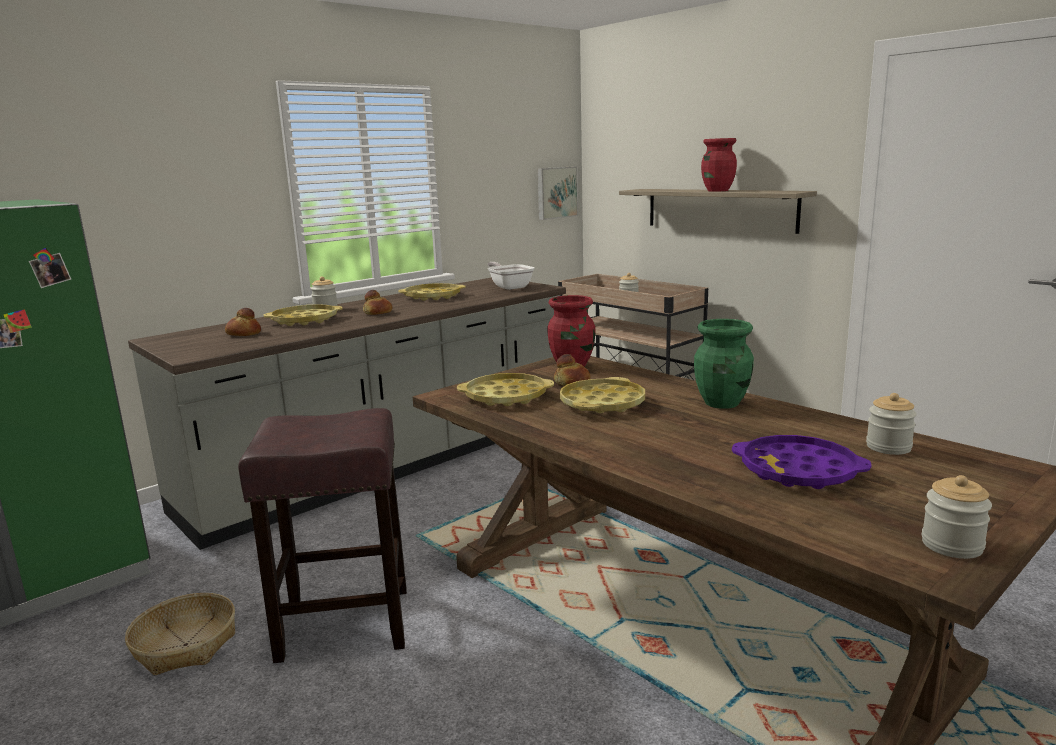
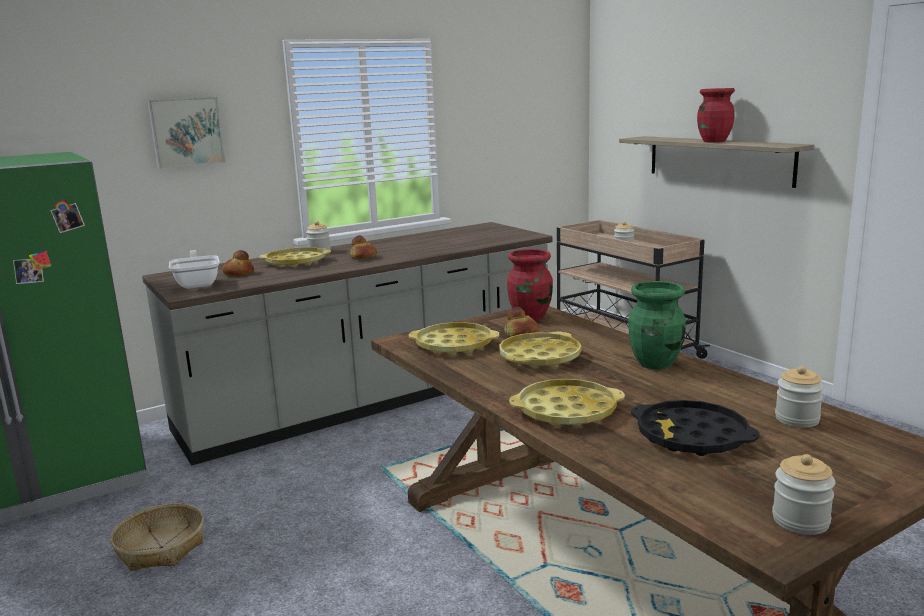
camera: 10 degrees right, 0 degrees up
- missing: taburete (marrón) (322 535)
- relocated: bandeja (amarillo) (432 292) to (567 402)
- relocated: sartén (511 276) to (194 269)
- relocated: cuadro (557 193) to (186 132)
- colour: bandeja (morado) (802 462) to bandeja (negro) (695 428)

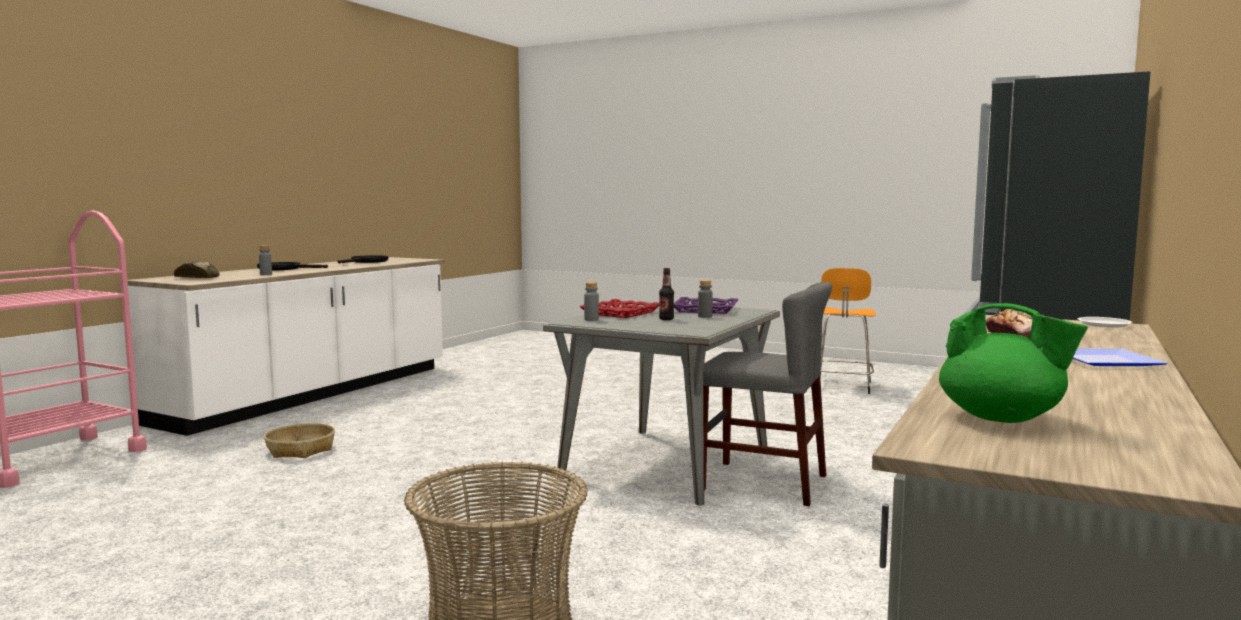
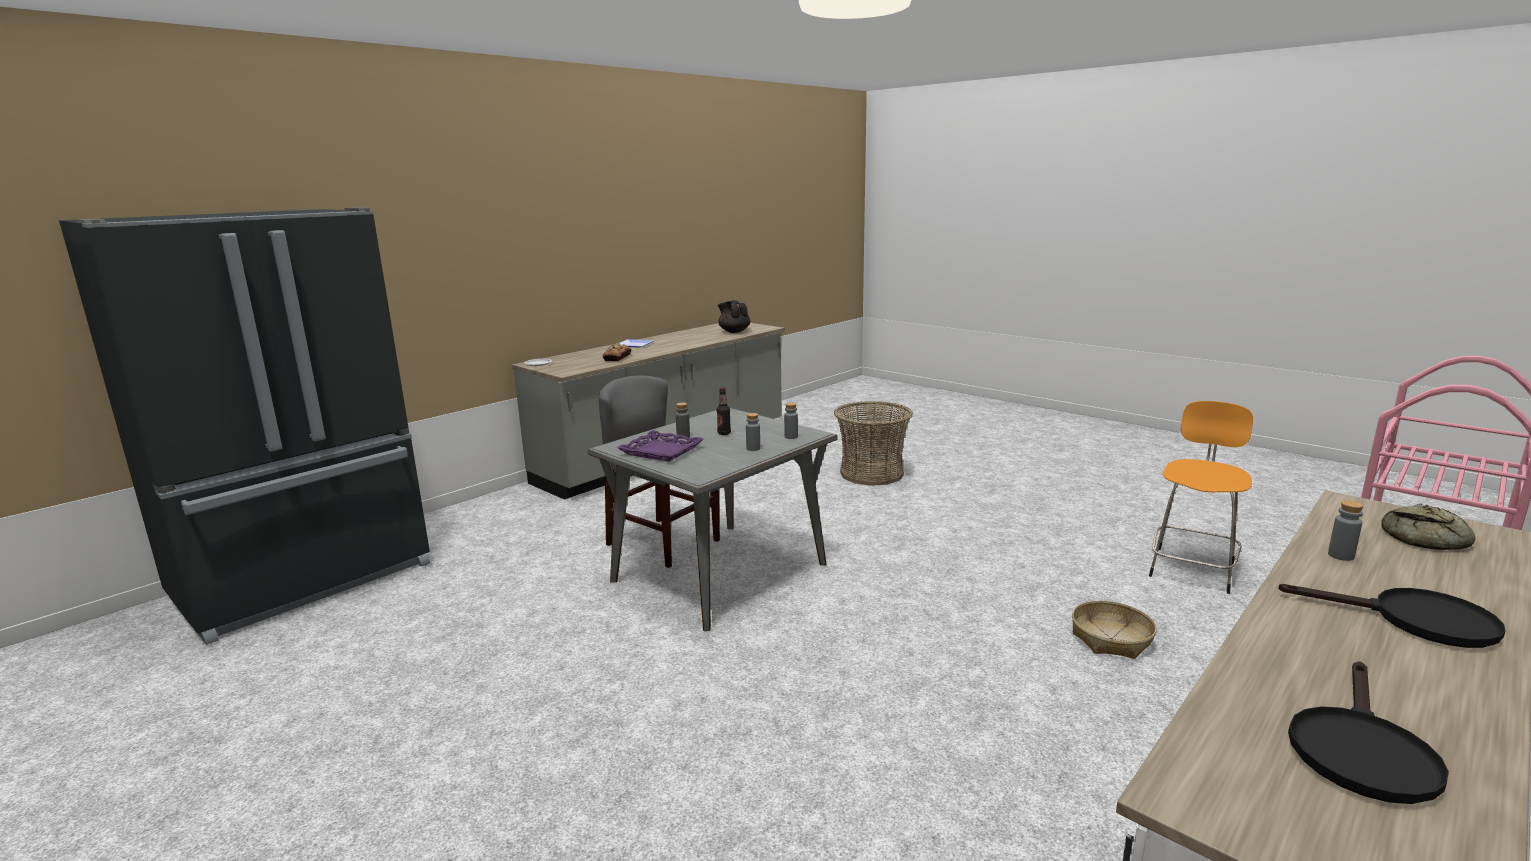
camera: 165 degrees left, 10 degrees up
- relocated: taburete (naranja) (848 331) to (1201 497)
- exchanged: bandeja (rojo) (619 308) to botella (gris) (753 432)
- colour: tetera (verde) (1013 363) to tetera (negro) (734 316)

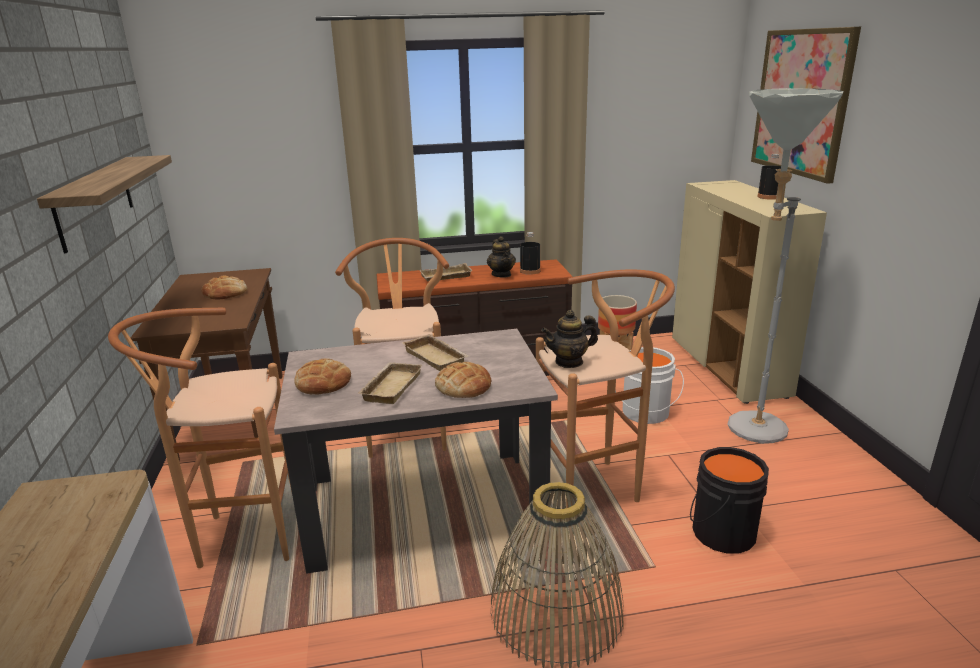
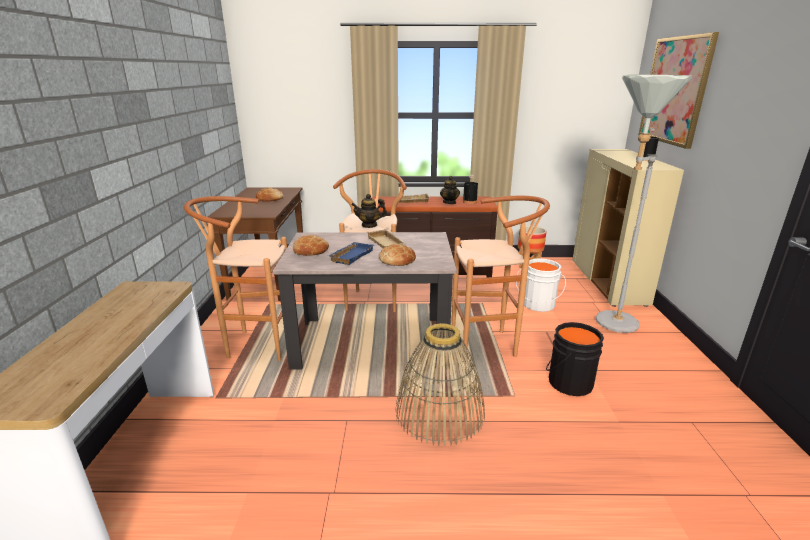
camera: 10 degrees right, 0 degrees up
- missing: estante (104 204)
- relocated: tetera (569 339) to (369 211)
- colour: bandeja (beis) (389 383) to bandeja (azul) (351 253)

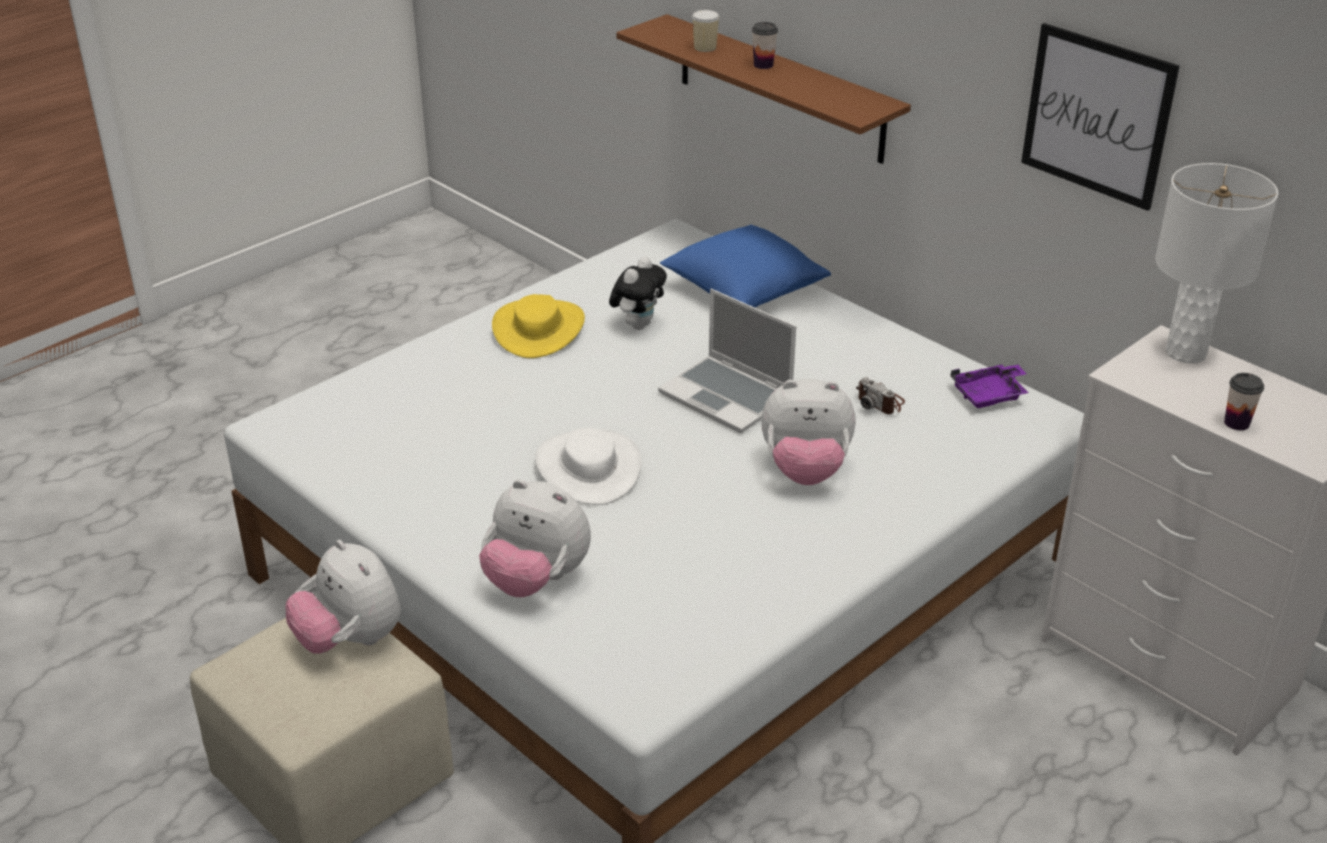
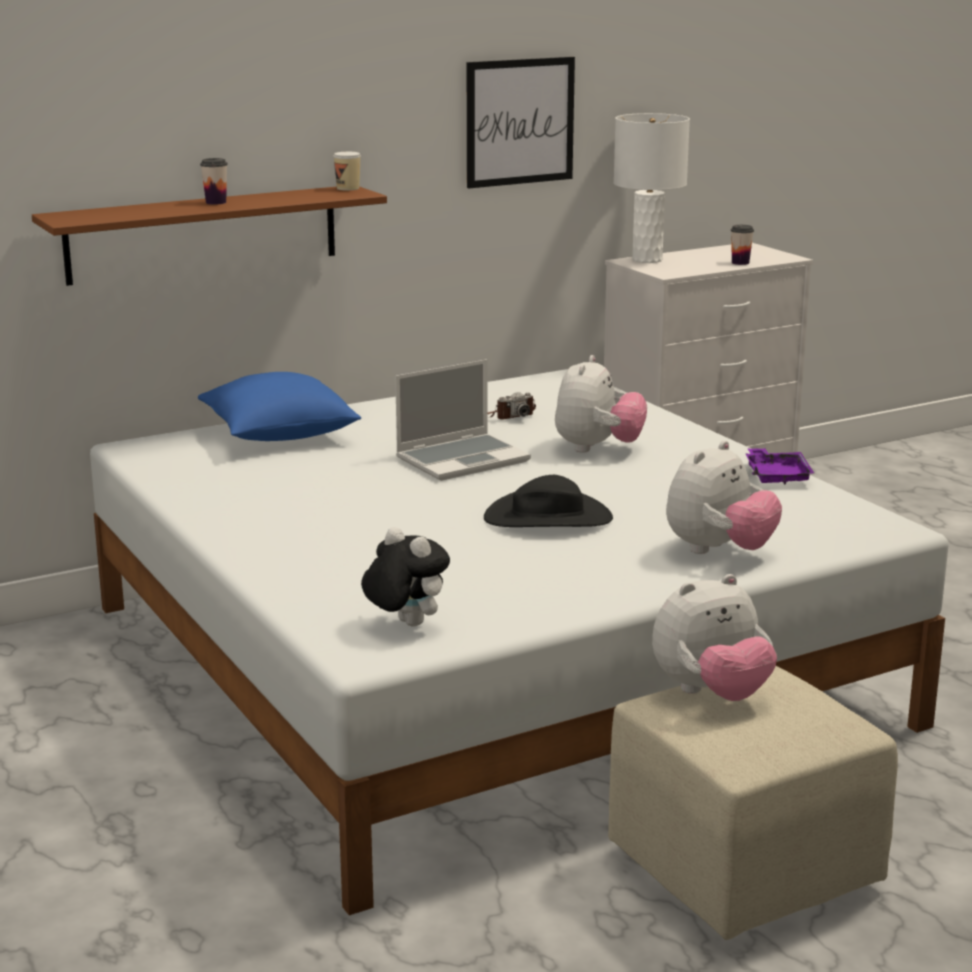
camera: 75 degrees left, 15 degrees down
- missing: sombrero (amarillo) (538 326)
- relocated: peluche (638 293) to (405 577)
- relocated: taza (705 31) to (347 171)
- relocated: bandeja (morado) (989 386) to (780 466)
- colour: sombrero (blanco) (588 466) to sombrero (negro) (548 501)

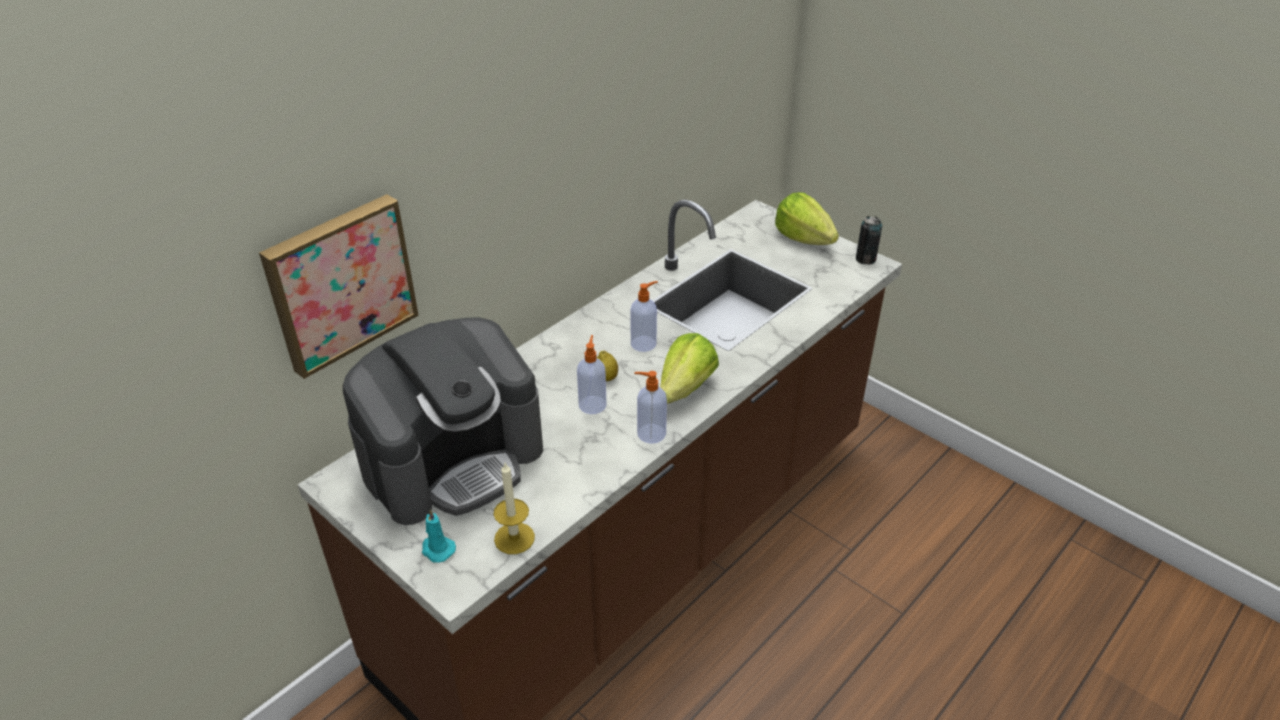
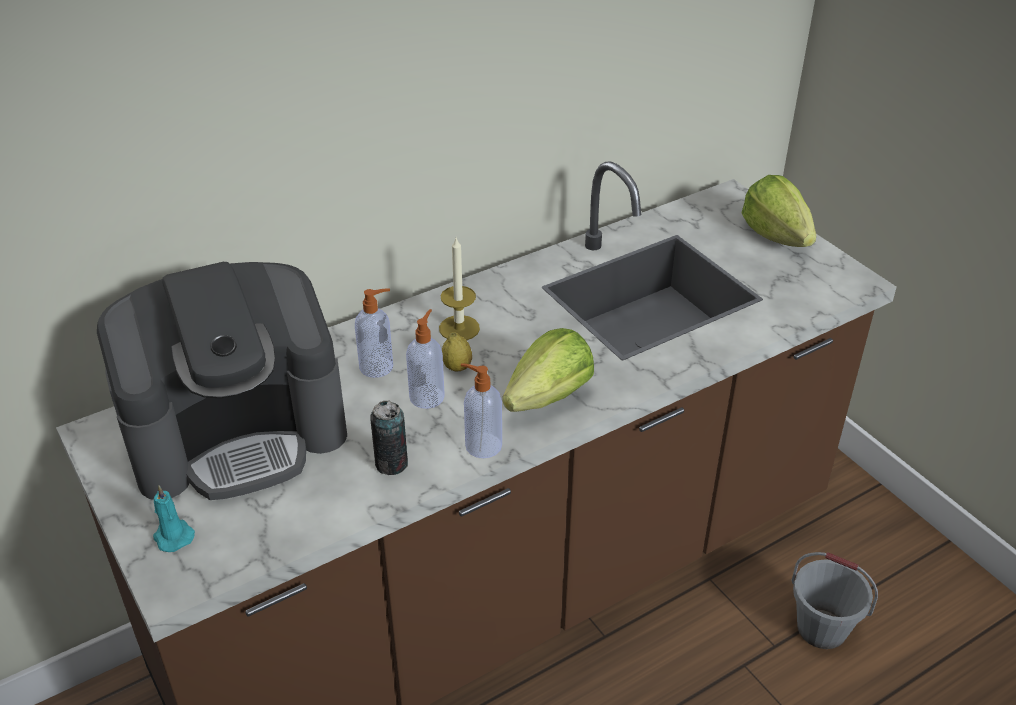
camera: 15 degrees right, 0 degrees up
- missing: cuadro (339 286)
- appeared: cubo (gris) (834 600)
- relocated: vela (514 508) to (459 289)
- relocated: dispensador de jabón (644 316) to (374 333)
- relocated: lata (869 240) to (389 437)

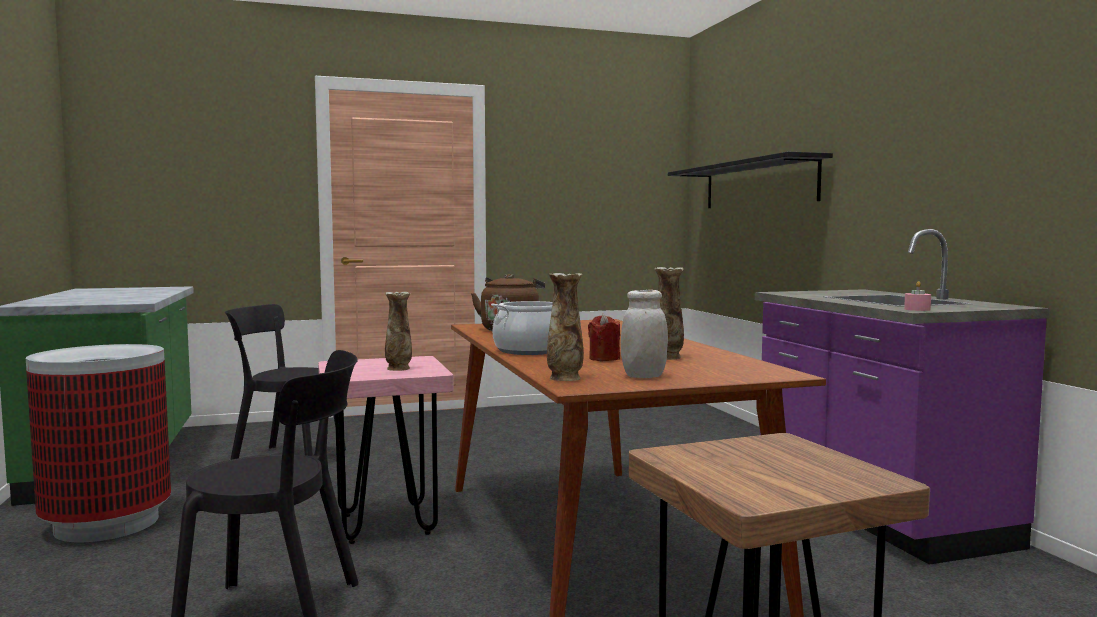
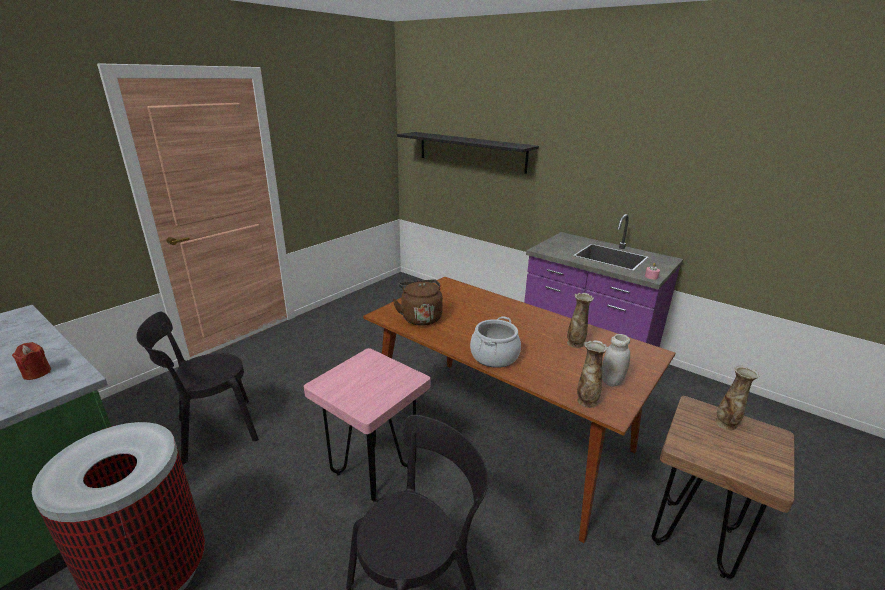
camera: 35 degrees left, 20 degrees up
- relocated: florero (398 331) to (737 397)
- relocated: vela (rojo) (604 337) to (31 361)

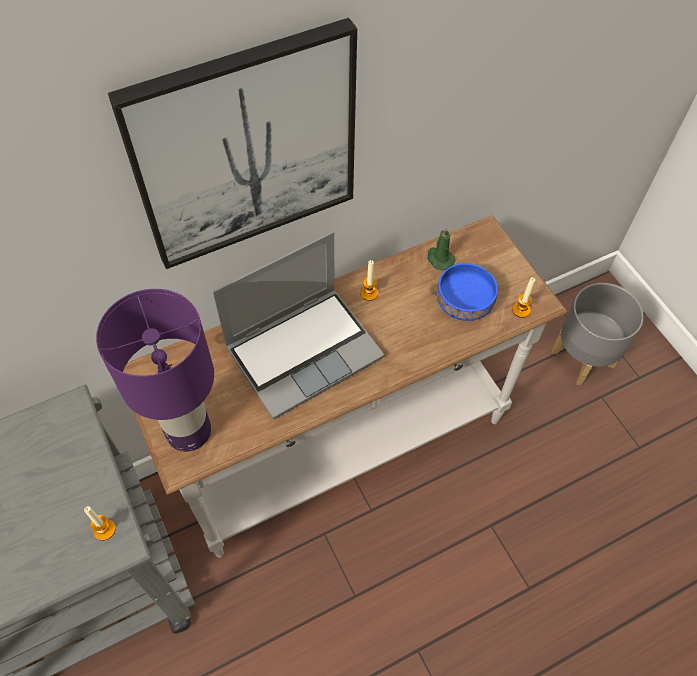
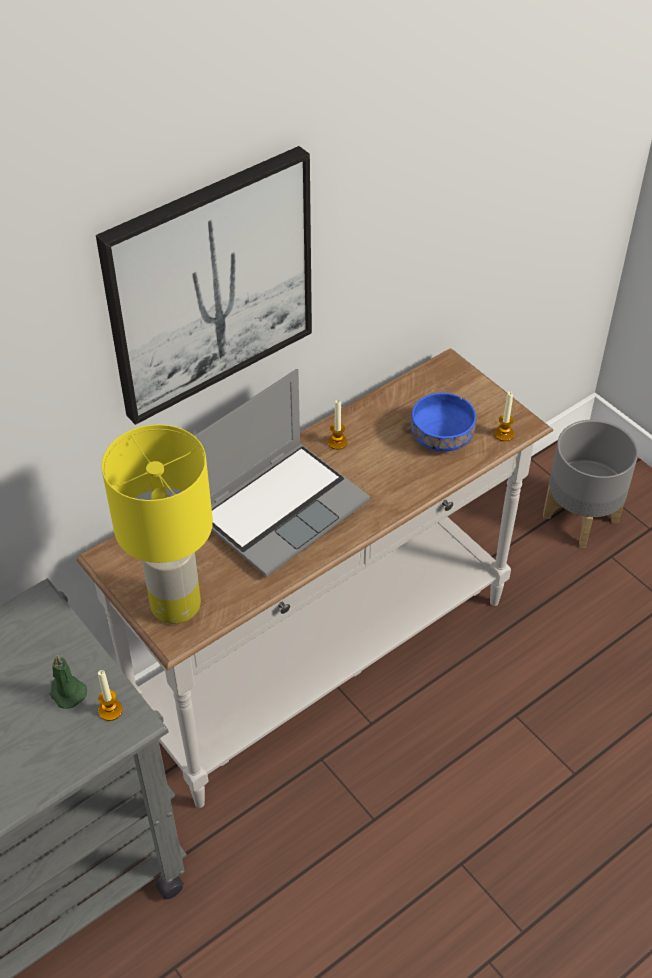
camera: 10 degrees left, 10 degrees down
- relocated: vela (verde) (441 248) to (68 682)
- colour: lámpara de mesa (morado) (155 370) to lámpara de mesa (amarillo) (157 524)

